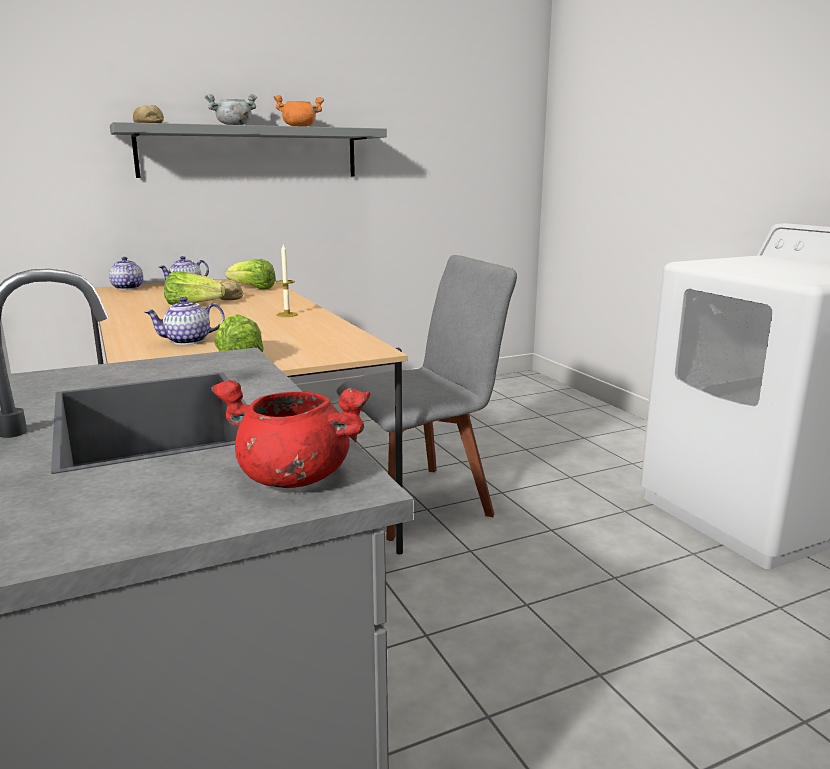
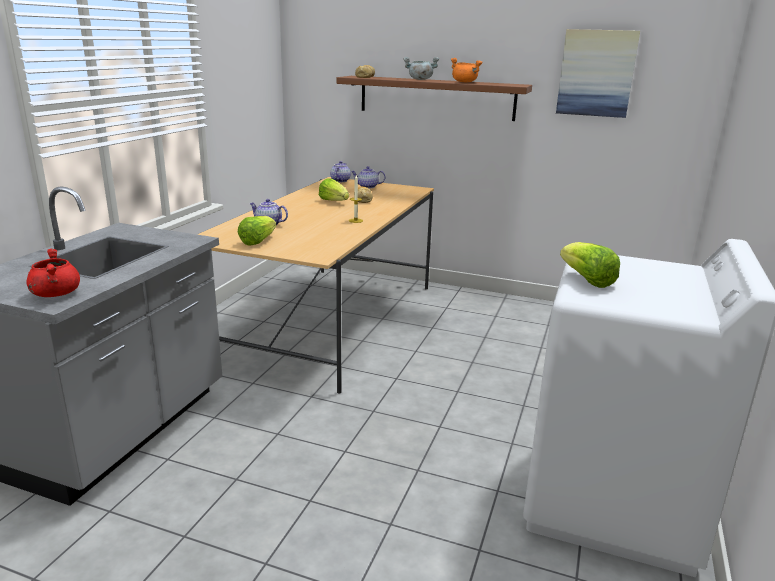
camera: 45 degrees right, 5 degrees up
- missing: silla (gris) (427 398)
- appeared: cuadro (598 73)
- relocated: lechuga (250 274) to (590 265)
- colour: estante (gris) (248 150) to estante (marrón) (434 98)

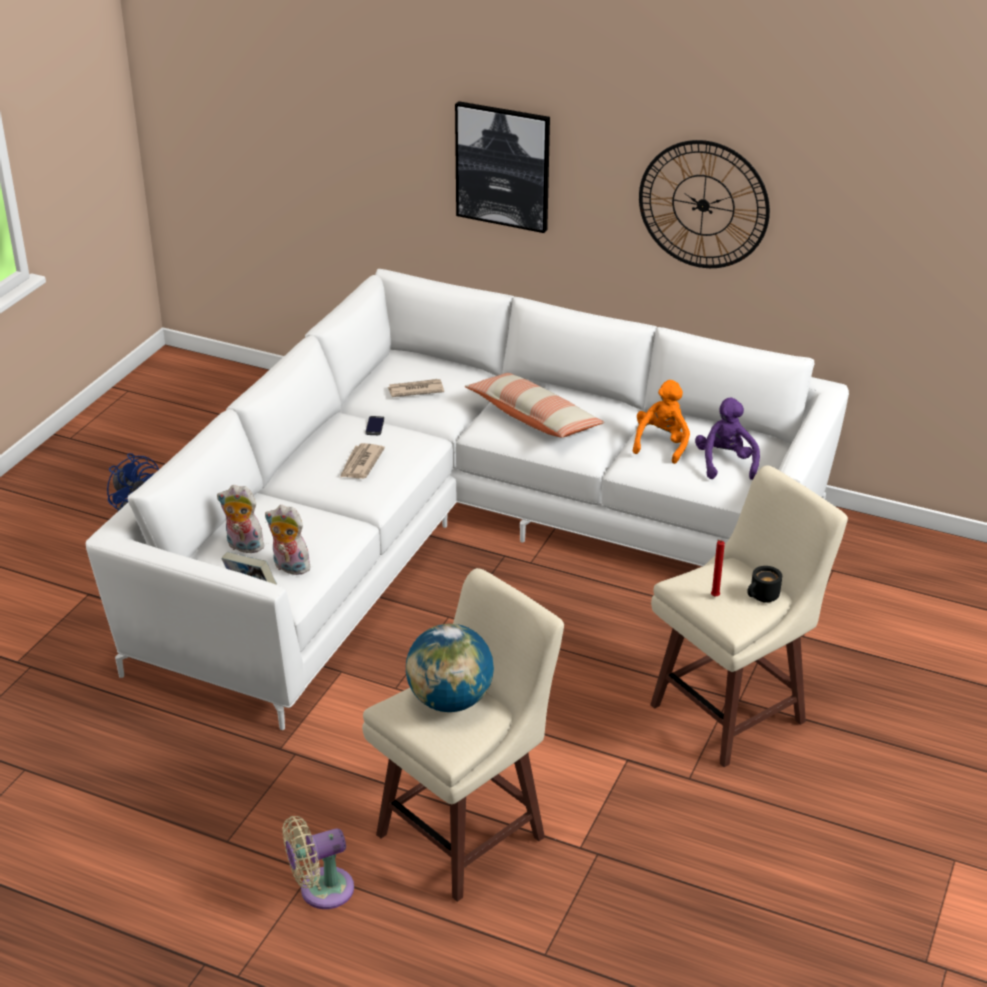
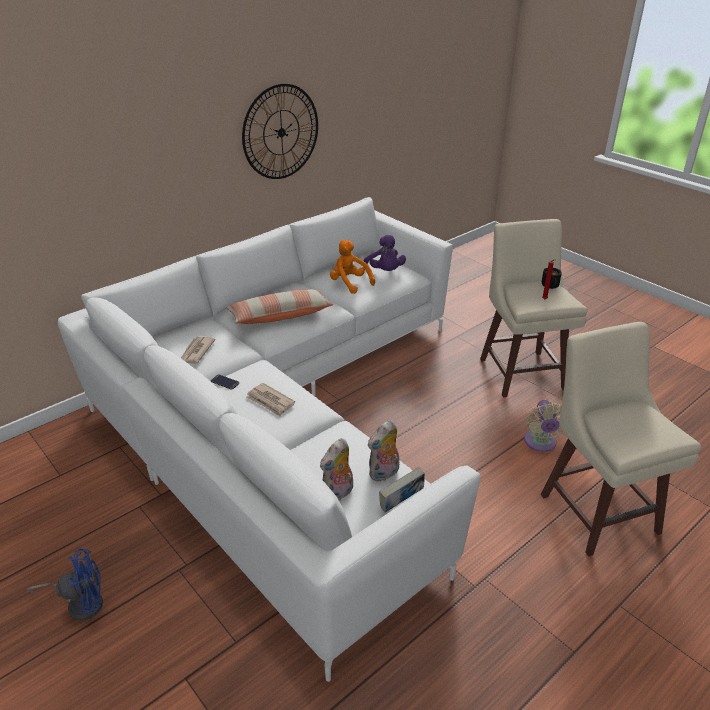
camera: 65 degrees left, 0 degrees up
- missing: globo terráqueo (450 668)
- missing: cuadro (502 167)
- relocated: ventilador (beis) (318 862) to (544 426)
- spun: peluche (morado) (727 439) = (385 253) 135 degrees counterclockwise

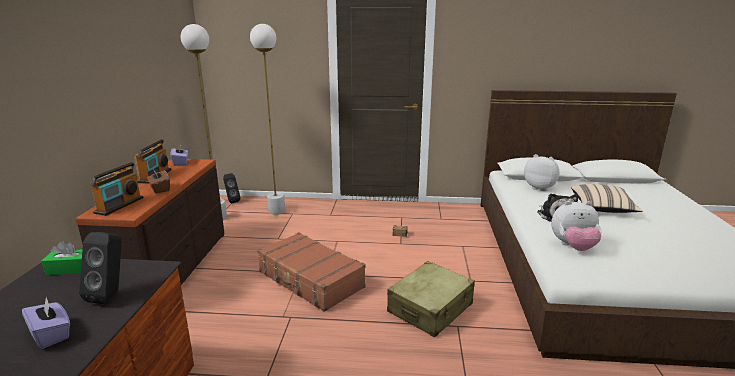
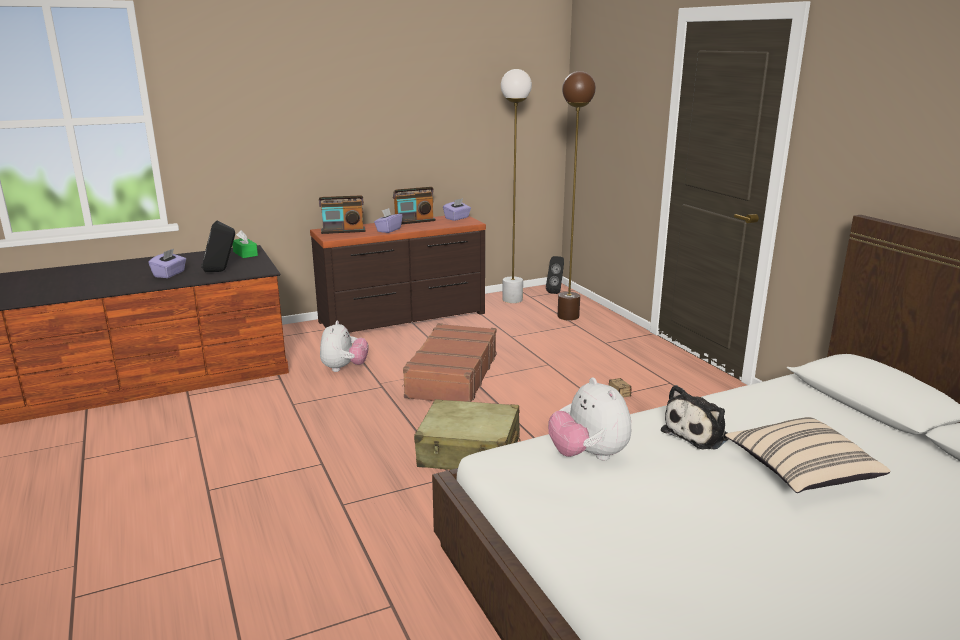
camera: 60 degrees right, 0 degrees up
- relocated: peluche (542 172) to (344 346)
- colour: caja de pañuelos (marrón) (158 181) to caja de pañuelos (morado) (388 220)
- colour: lámpara de pie (blanco) (267 119) to lámpara de pie (marrón) (576 196)

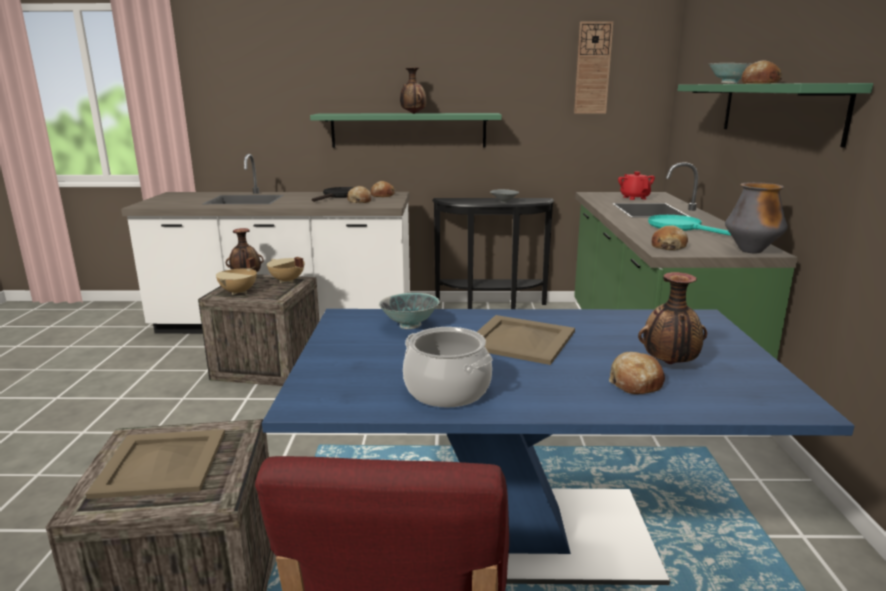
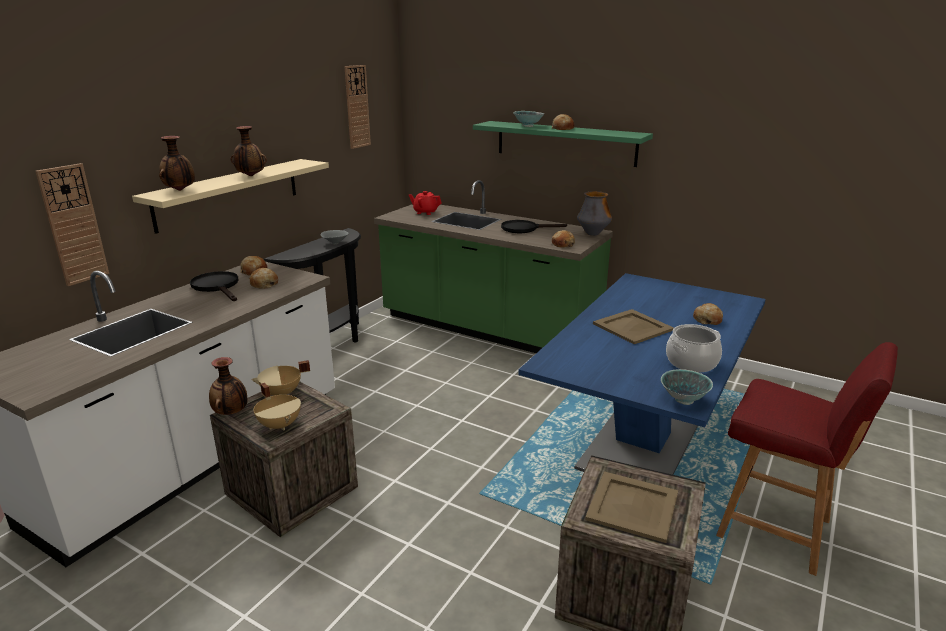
camera: 60 degrees left, 5 degrees up
- appeared: reloj de pared (72 224)
- relocated: cuenco (409 311) to (687 387)
- relocated: florero (672 318) to (177 163)
- colour: estante (verde) (406 130) to estante (beis) (230 196)
- colour: sartén (turquesa) (689 225) to sartén (negro) (534 226)

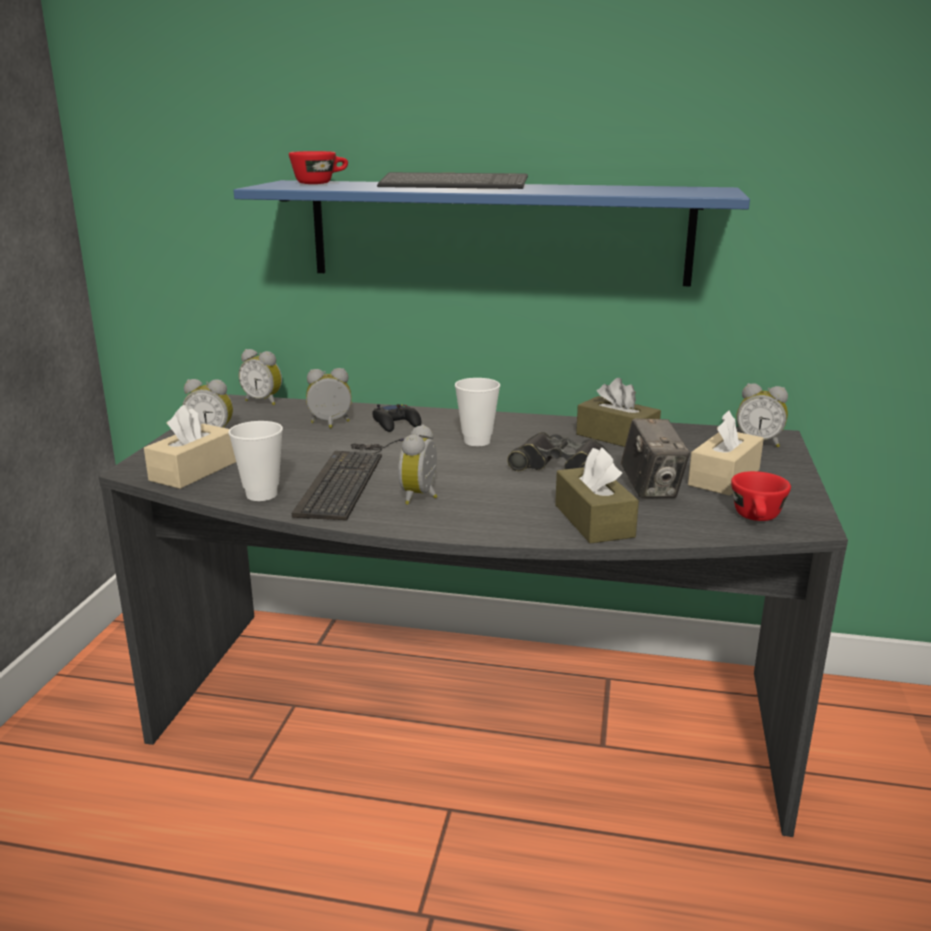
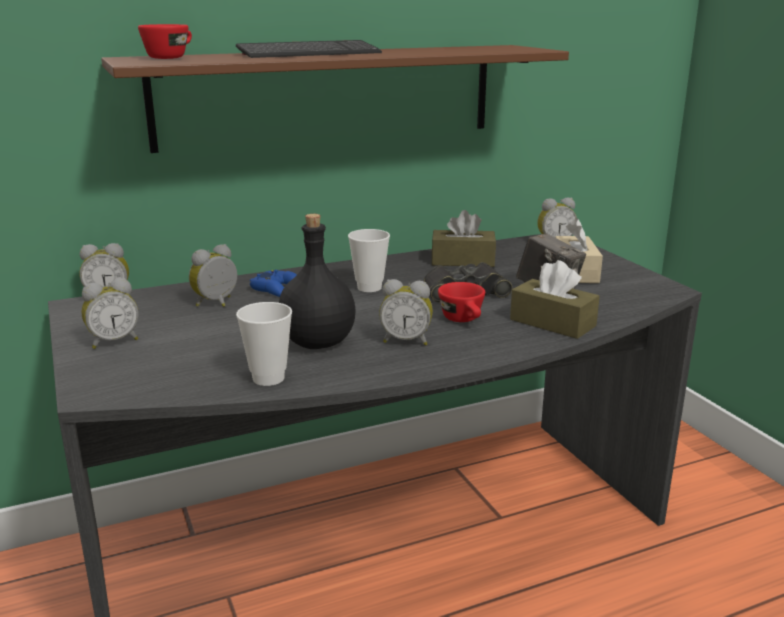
camera: 35 degrees left, 0 degrees up
- missing: caja de pañuelos (beis) (190 447)
- relocated: taza (rojo) (761 496) to (461 302)
- exchanged: teclado (348 479) to botella (negro) (317 281)
- colour: estante (azul) (491 233) to estante (marrón) (335 99)
- colour: mando de consola (negro) (396 418) to mando de consola (azul) (273 283)
- spun: despertador (418 464) = (406 312) 60 degrees counterclockwise

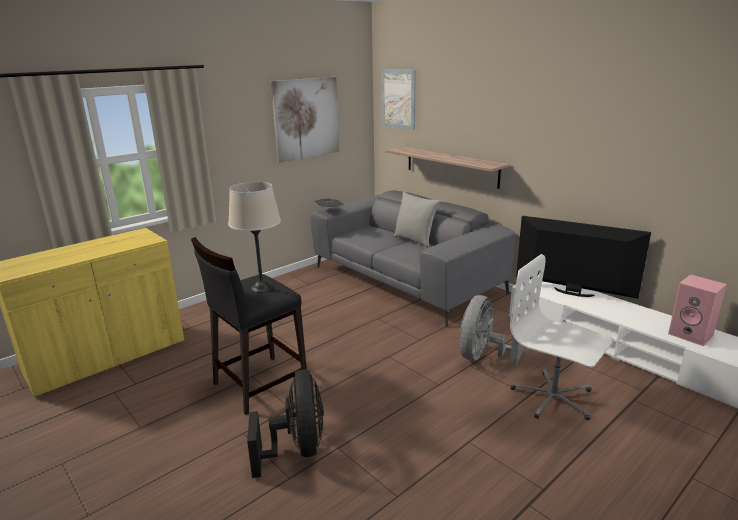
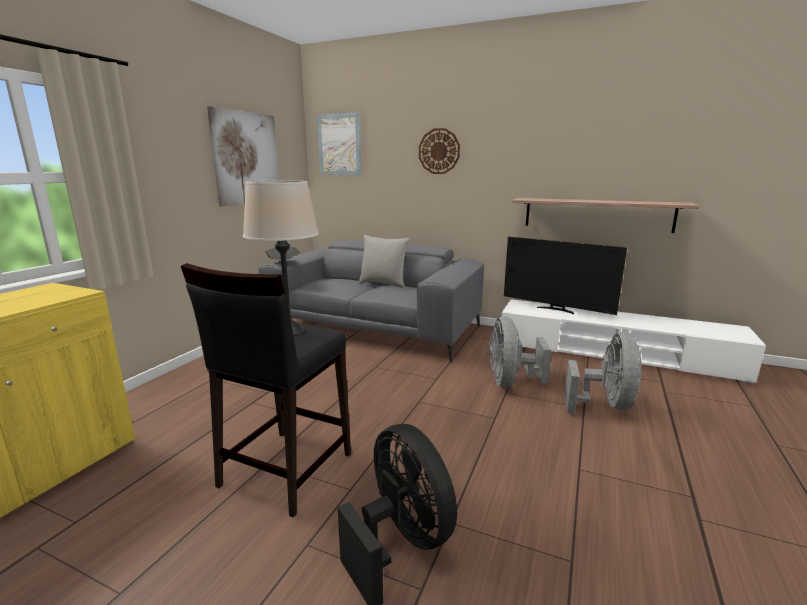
camera: 25 degrees left, 5 degrees down
- missing: altavoz (rosa) (697 310)
- appeared: reloj de pared (439 151)
- relocated: estante (447 168) to (606 215)
- exchanged: silla de oficina (blanco) (561 337) to ventilador (gris) (603 373)
- spun: televisor (583 257) = (565 276) 150 degrees counterclockwise

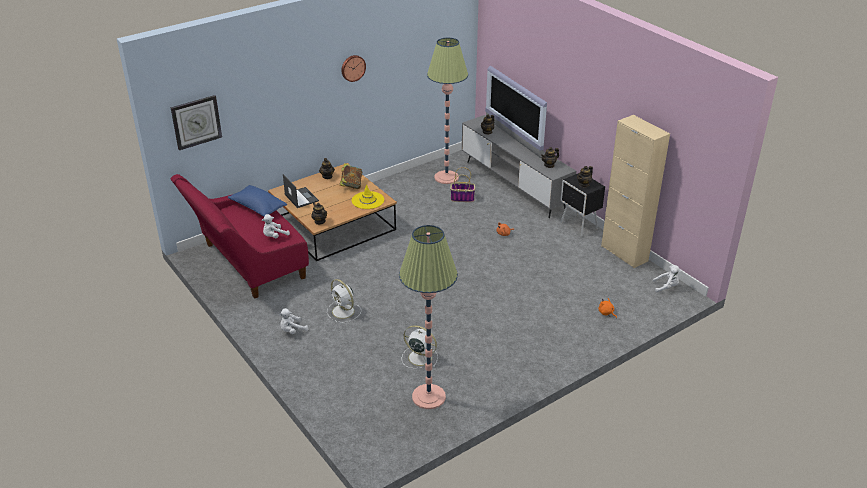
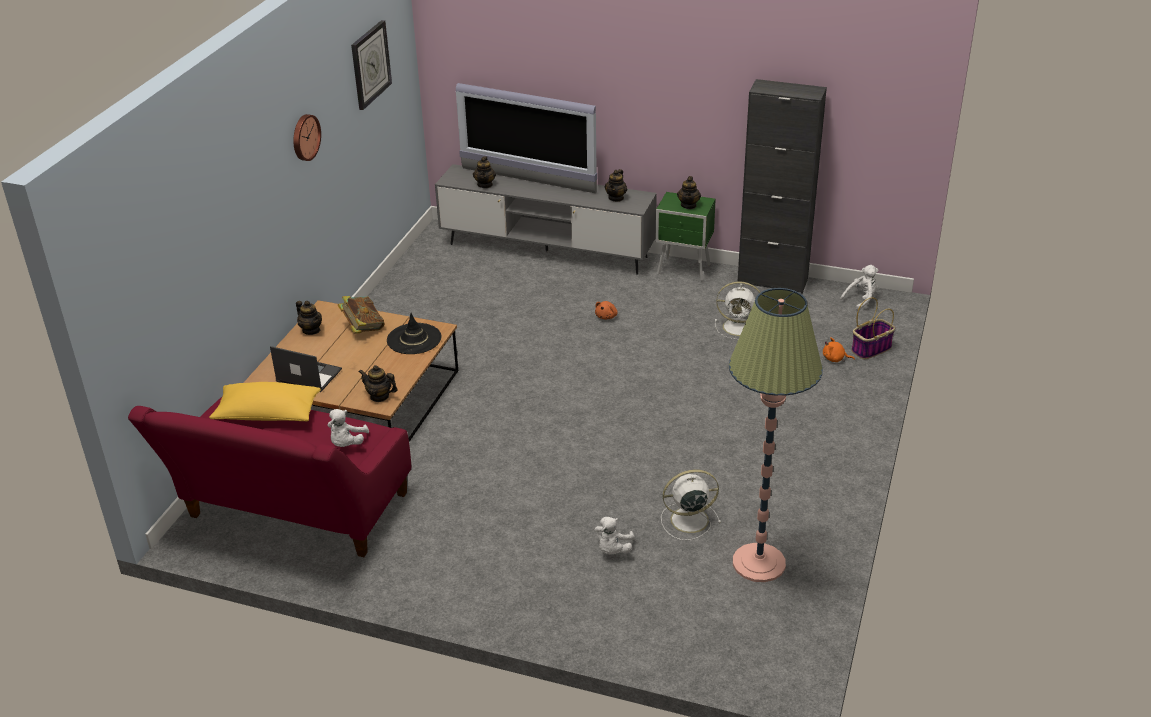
camera: 35 degrees left, 0 degrees up
- missing: lámpara de pie (447 111)
- relocated: reloj de pared (196 122) to (371 65)
- relocated: peluche (blanco) (294 321) to (615 536)
- relocated: ventilador (blanco) (344 301) to (737 310)
- relocated: cesta (462 184) to (873 328)
- colour: cojín (azul) (257 201) to cojín (amarillo) (265 401)
- colour: sombrero (amarillo) (368 196) to sombrero (negro) (414 333)
- colour: mesita de noche (negro) (582 205) to mesita de noche (verde) (685 236)
- colour: armario (beis) (635 191) to armario (negro) (782 186)

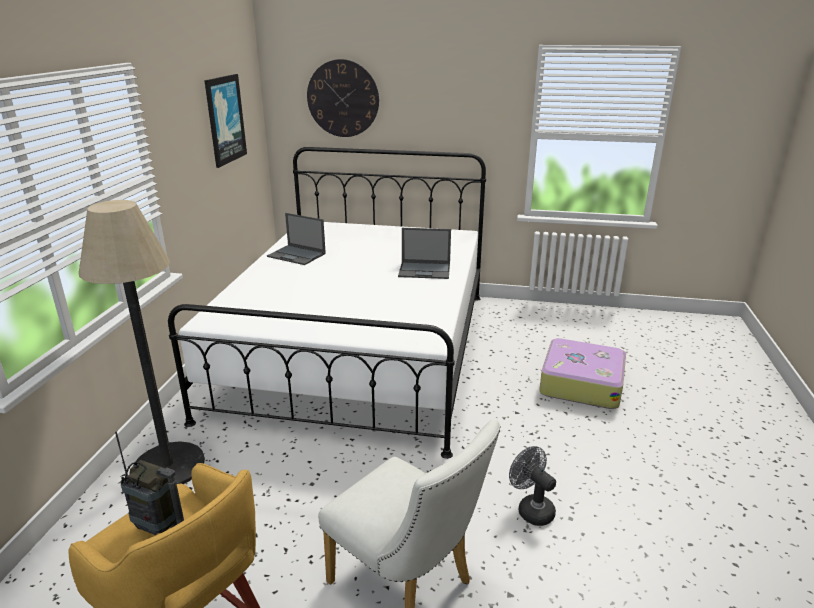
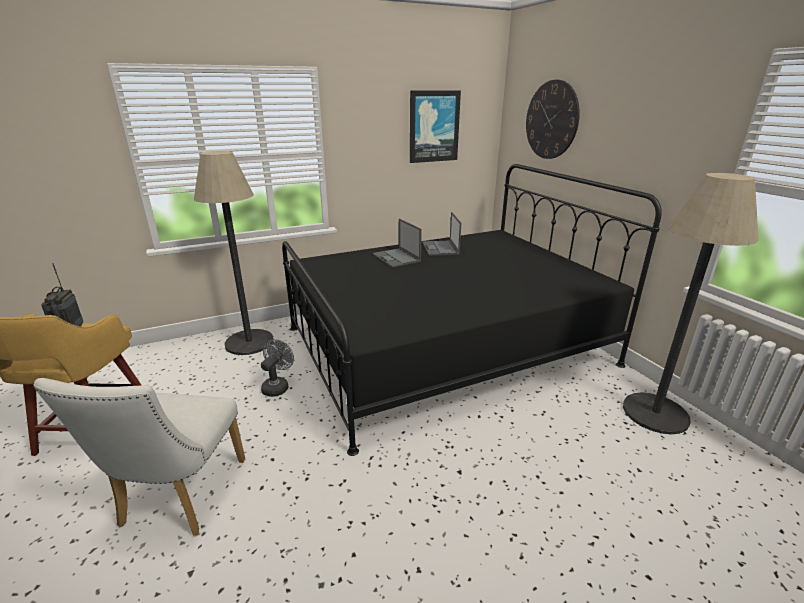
camera: 55 degrees right, 0 degrees up
- missing: maleta (582 373)
- appeared: lámpara de pie (691 304)
- relocated: portátil (424 253) to (397 243)
- relocated: ventilador (gris) (532 486) to (277 368)
- colour: cama (blanco) (327 303) to cama (negro) (472 310)

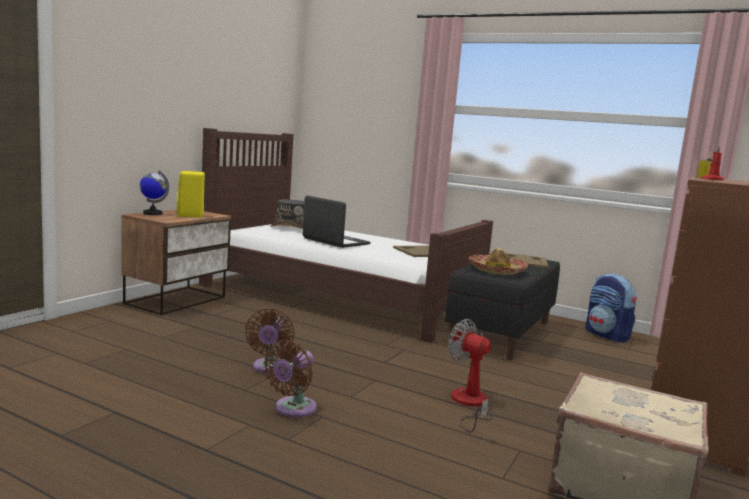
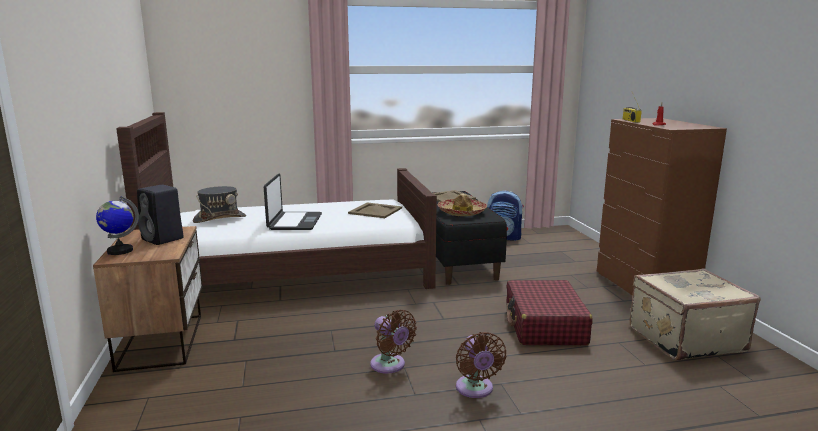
camera: 40 degrees left, 5 degrees up
- exchanged: ventilador (470 375) to maleta (rojo) (549 312)
- colour: altavoz (amarillo) (191 194) to altavoz (negro) (160 215)
- spun: portátil (336 221) = (293 201) 90 degrees clockwise

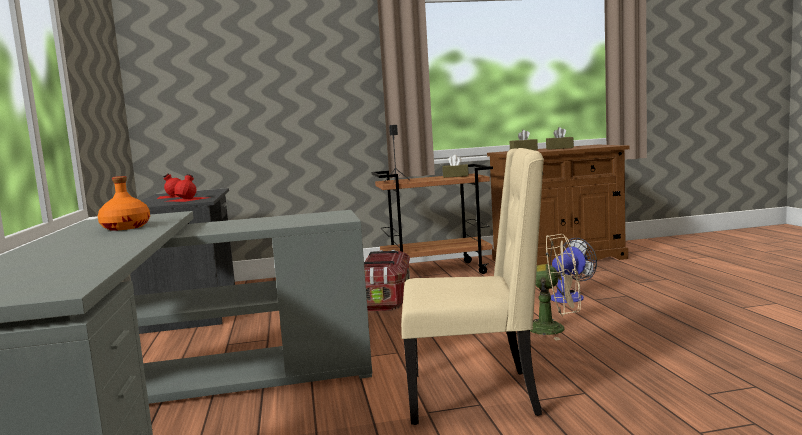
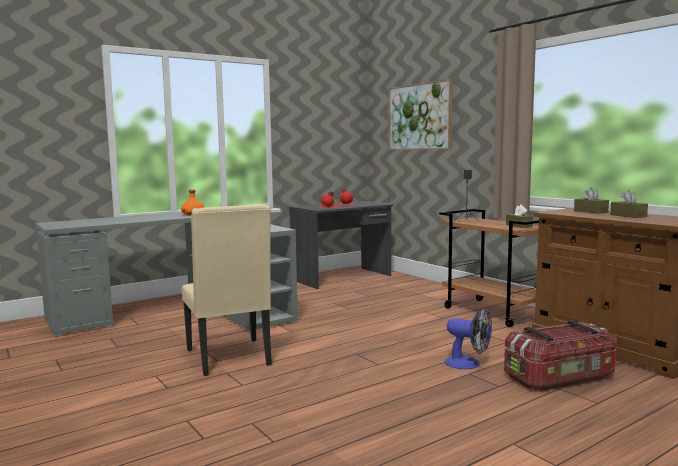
camera: 65 degrees right, 0 degrees up
- missing: ventilador (beis) (555 287)
- appeared: cuadro (420 114)
- relocated: caja de almacenaje (387 280) to (560 356)

